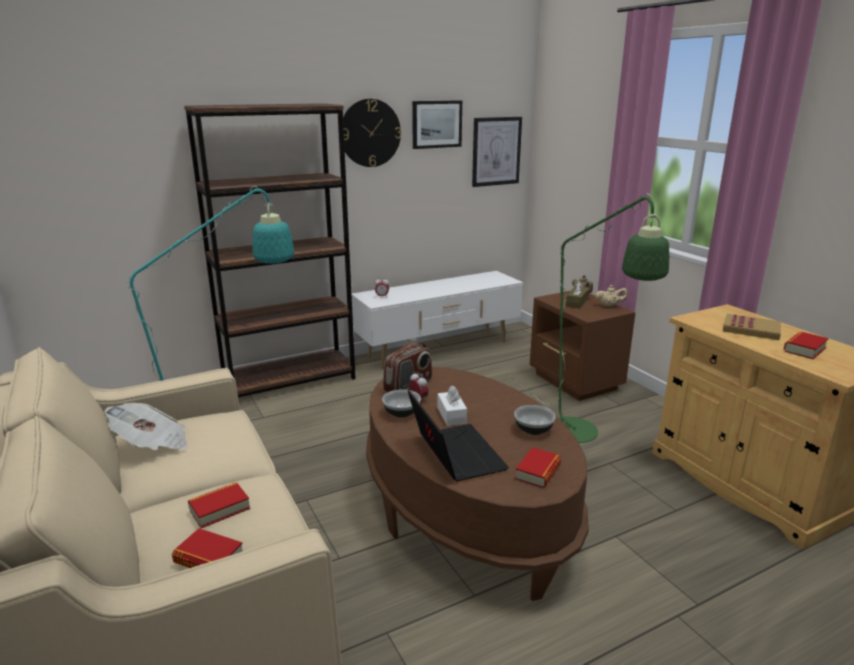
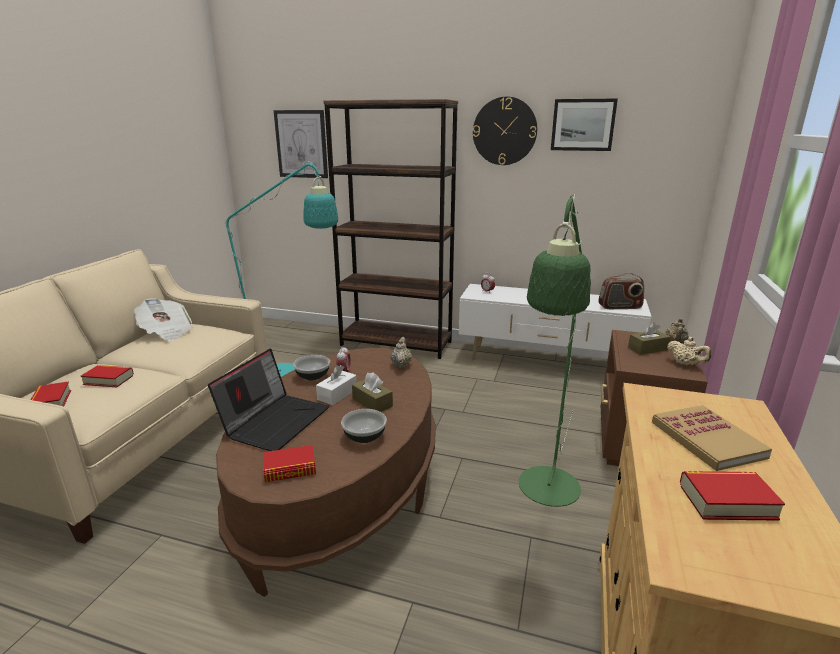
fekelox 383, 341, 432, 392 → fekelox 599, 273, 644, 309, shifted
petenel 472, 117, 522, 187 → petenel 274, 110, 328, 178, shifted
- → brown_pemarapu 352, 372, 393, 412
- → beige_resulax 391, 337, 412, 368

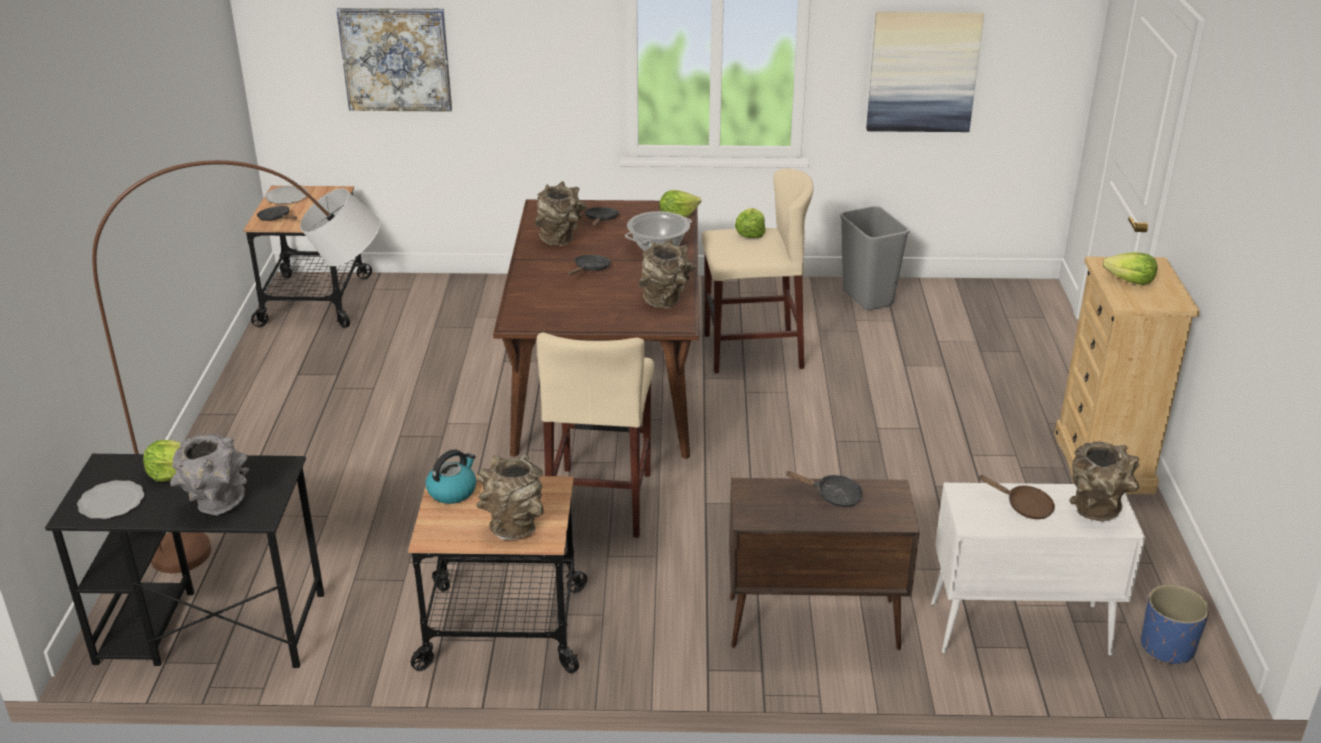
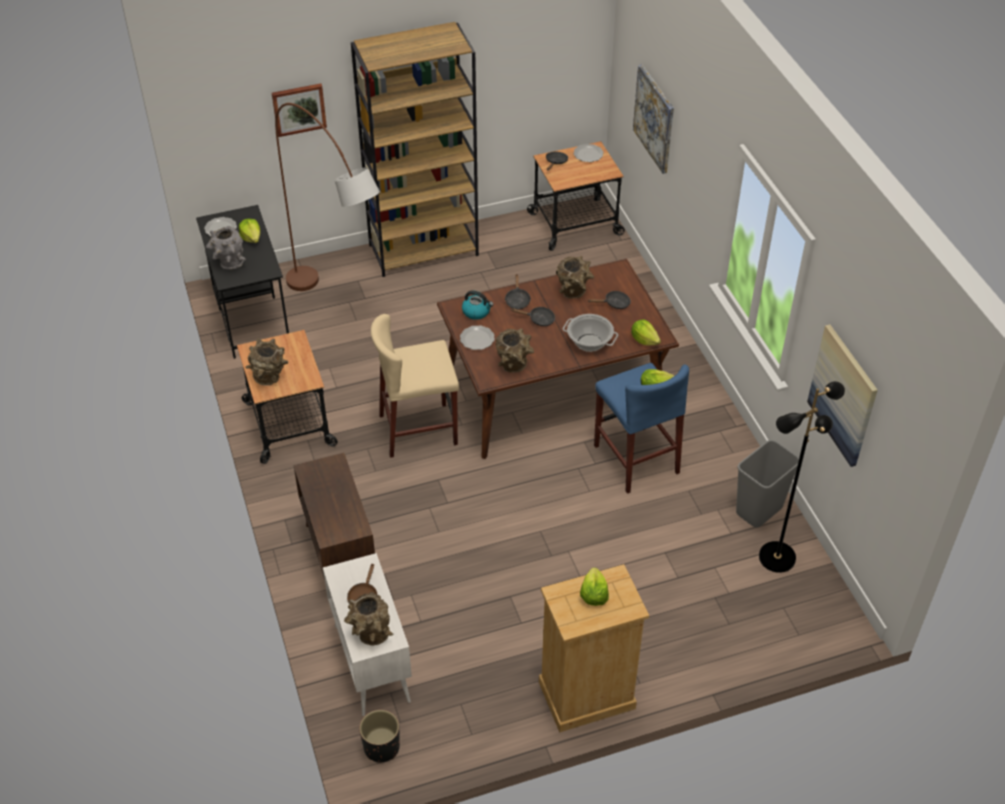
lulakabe 426, 449, 476, 504 → lulakabe 462, 290, 494, 320, shifted
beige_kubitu 702, 168, 814, 373 → blue_kubitu 594, 363, 689, 494
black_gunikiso 785, 471, 863, 507 → black_gunikiso 505, 274, 531, 309, shifted
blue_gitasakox 1141, 584, 1210, 664 → black_gitasakox 359, 710, 400, 762
- → petenel 272, 83, 327, 137
- → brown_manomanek 351, 22, 479, 277
- → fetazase 460, 325, 495, 350
- → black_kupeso 759, 381, 845, 573

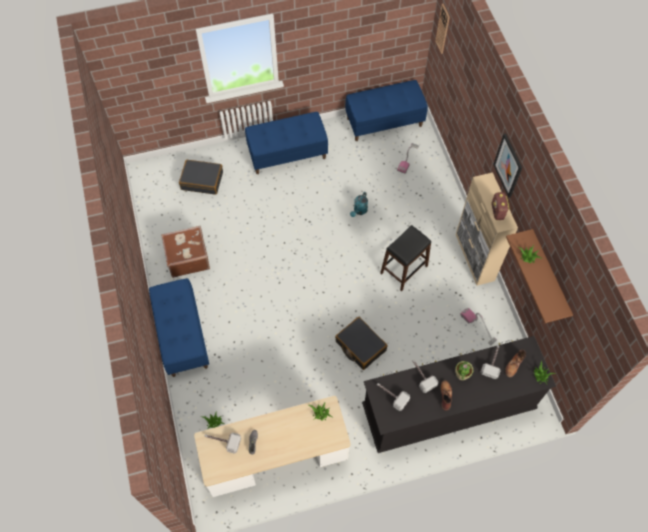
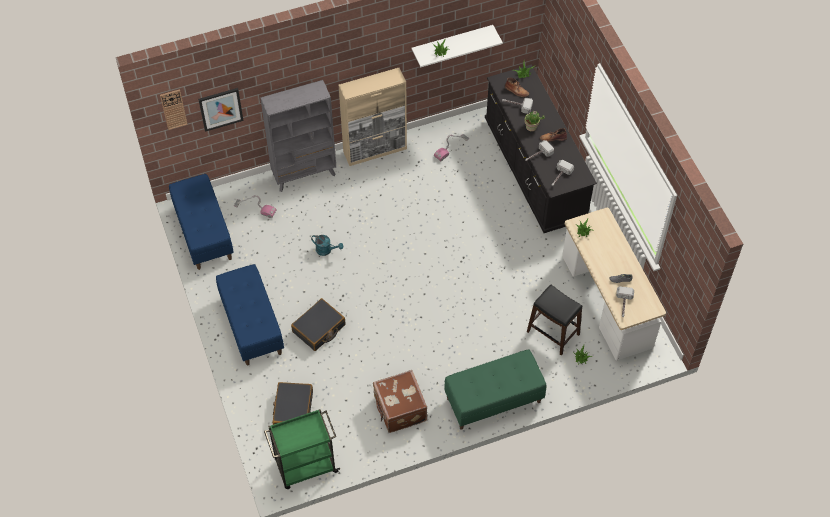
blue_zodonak 149, 278, 209, 377 → green_zodonak 444, 349, 547, 430
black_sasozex 335, 317, 387, 370 → black_sasozex 291, 298, 345, 351, shifted
black_kubitu 380, 225, 431, 291 → black_kubitu 527, 285, 582, 356, shifted
fekelox 491, 192, 510, 220 → -
petenel 493, 133, 522, 198 → petenel 198, 88, 244, 132, shifted
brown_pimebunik 506, 229, 573, 323 → white_pimebunik 412, 25, 503, 67
- → grey_manomanek 260, 80, 336, 192
- → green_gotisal 264, 409, 340, 489

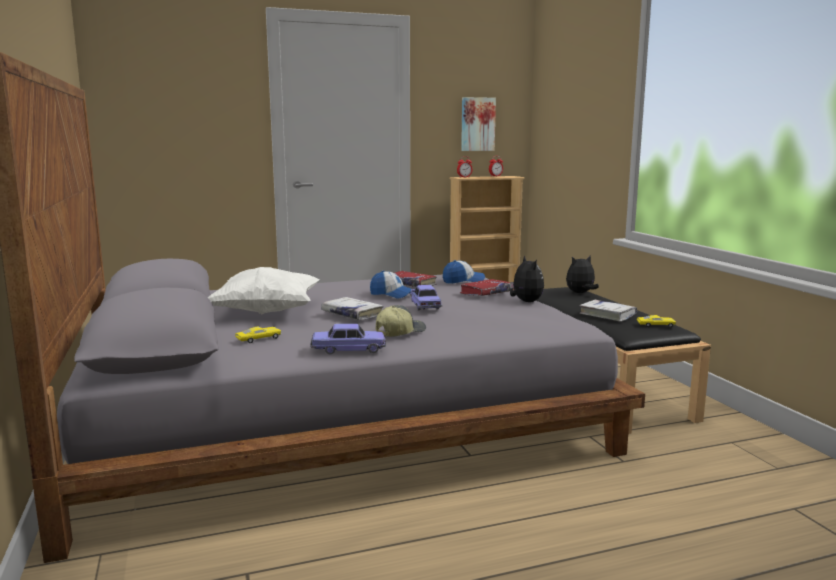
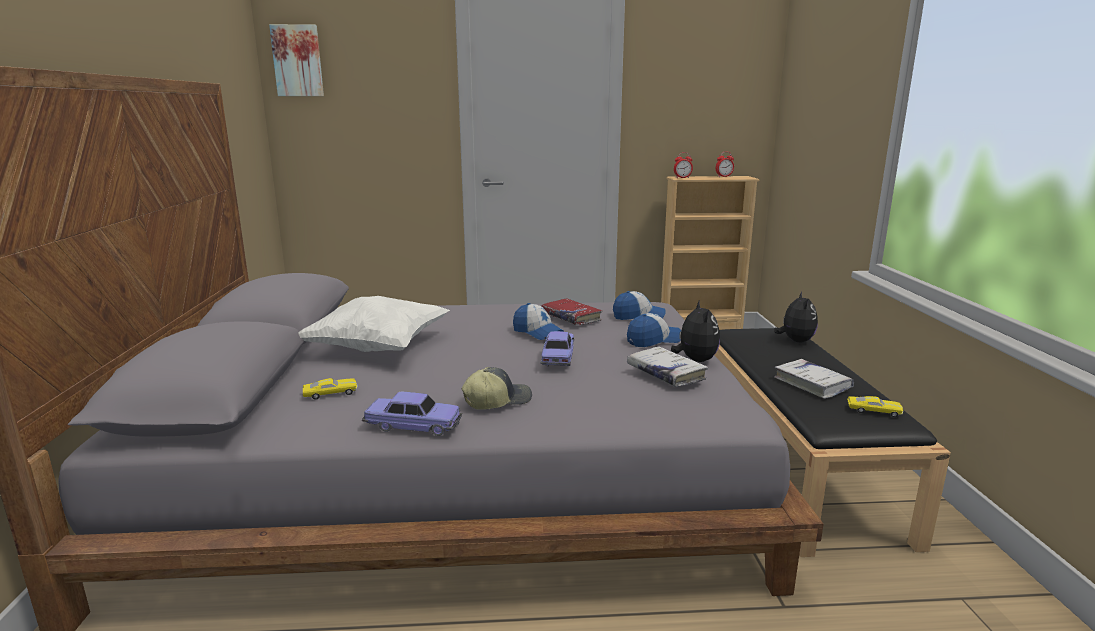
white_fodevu 321, 297, 384, 320 → white_fodevu 627, 346, 708, 387, shifted
red_fodevu 460, 279, 514, 296 → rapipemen 627, 313, 681, 347
petenel 461, 97, 496, 151 → petenel 269, 24, 324, 96, shifted
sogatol 566, 256, 599, 293 → sogatol 774, 292, 818, 342, 105 degrees clockwise

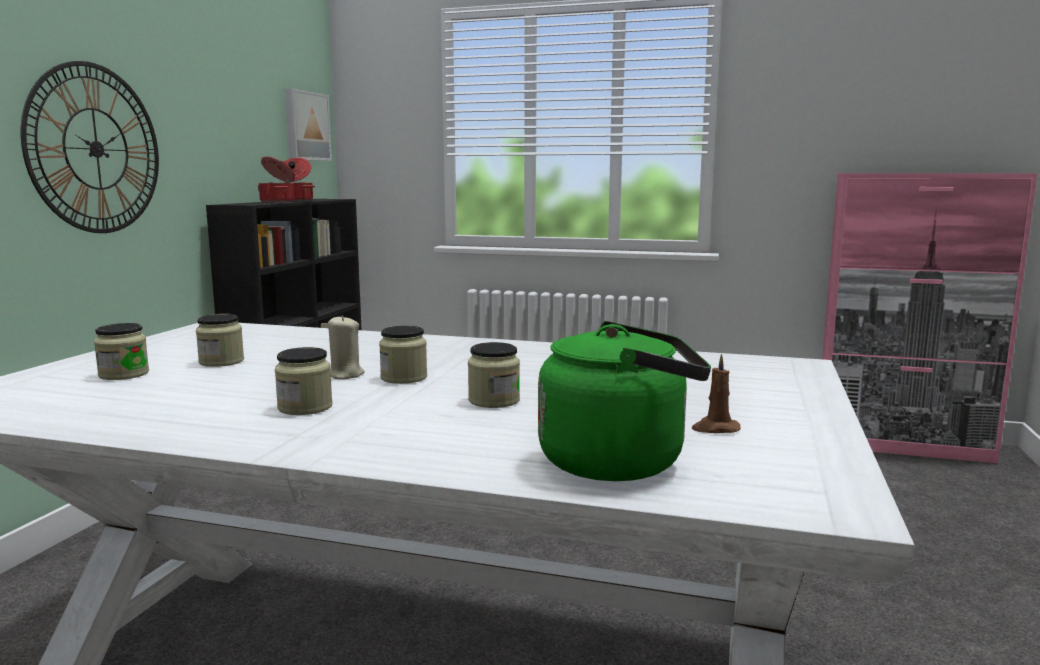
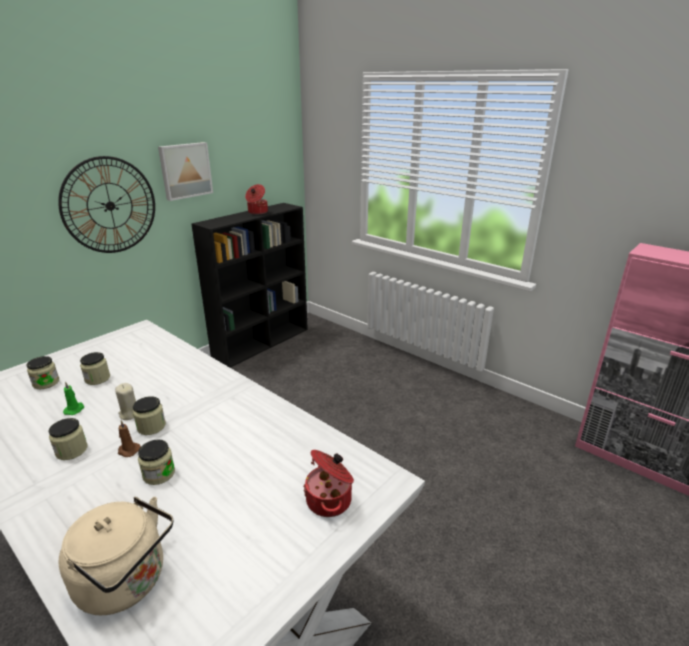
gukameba 258, 156, 295, 203 → gukameba 303, 450, 354, 517, shifted
petenel 285, 88, 332, 161 → petenel 158, 142, 213, 201, shifted
green_lulakabe 538, 321, 711, 481 → beige_lulakabe 59, 497, 173, 615
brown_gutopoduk 692, 354, 740, 433 → brown_gutopoduk 118, 420, 141, 457, shifted
- → green_gutopoduk 63, 381, 85, 415

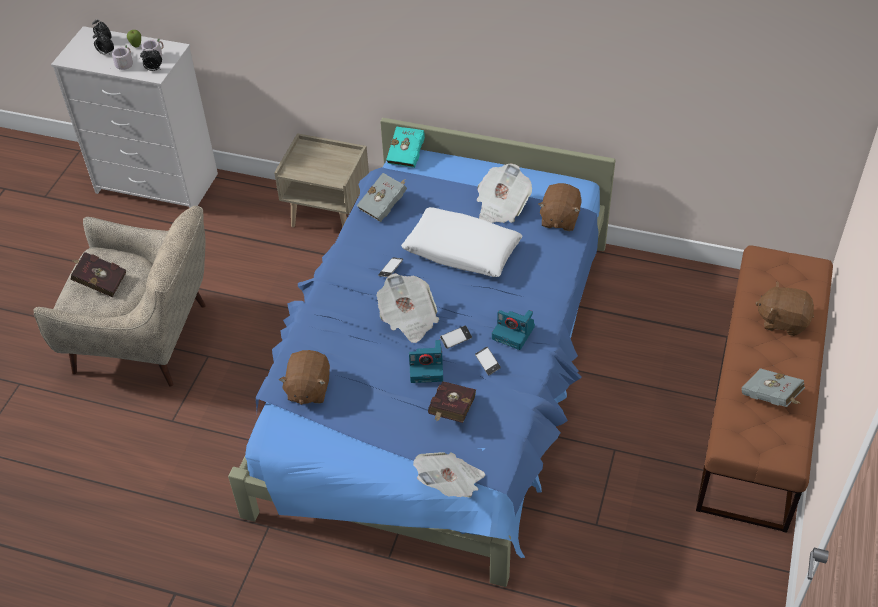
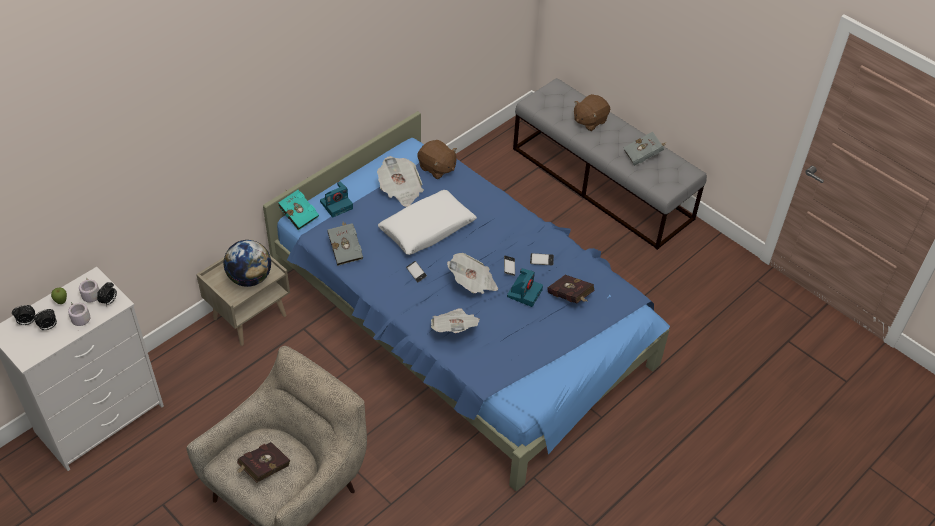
brown_sogatol 279, 350, 330, 405 → -
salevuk 413, 452, 485, 497 → salevuk 431, 308, 480, 333, shifted
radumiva 492, 310, 535, 350 → radumiva 320, 181, 353, 218, shifted
brown_zodonak 696, 245, 833, 533 → grey_zodonak 513, 78, 707, 250
- → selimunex 223, 240, 271, 287

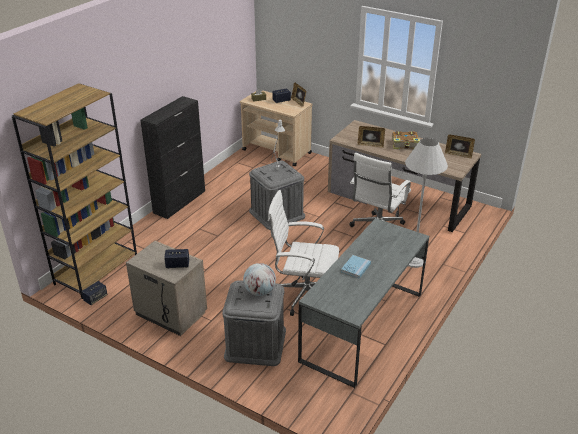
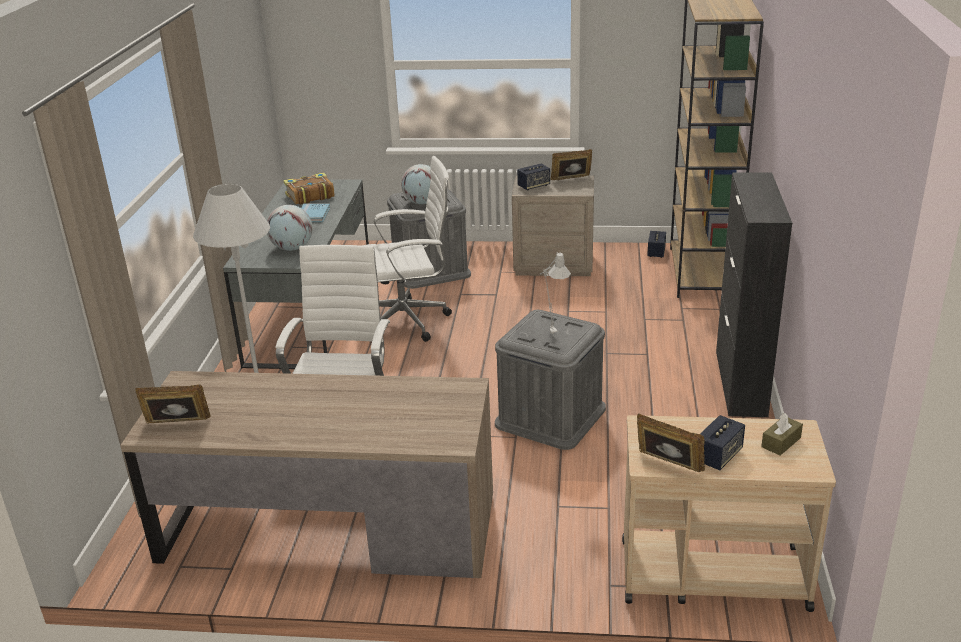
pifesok 358, 126, 385, 148 → pifesok 551, 149, 592, 180, shifted
fodevu 392, 131, 420, 149 → fodevu 283, 172, 335, 205, shifted
- → selimunex 267, 205, 312, 251

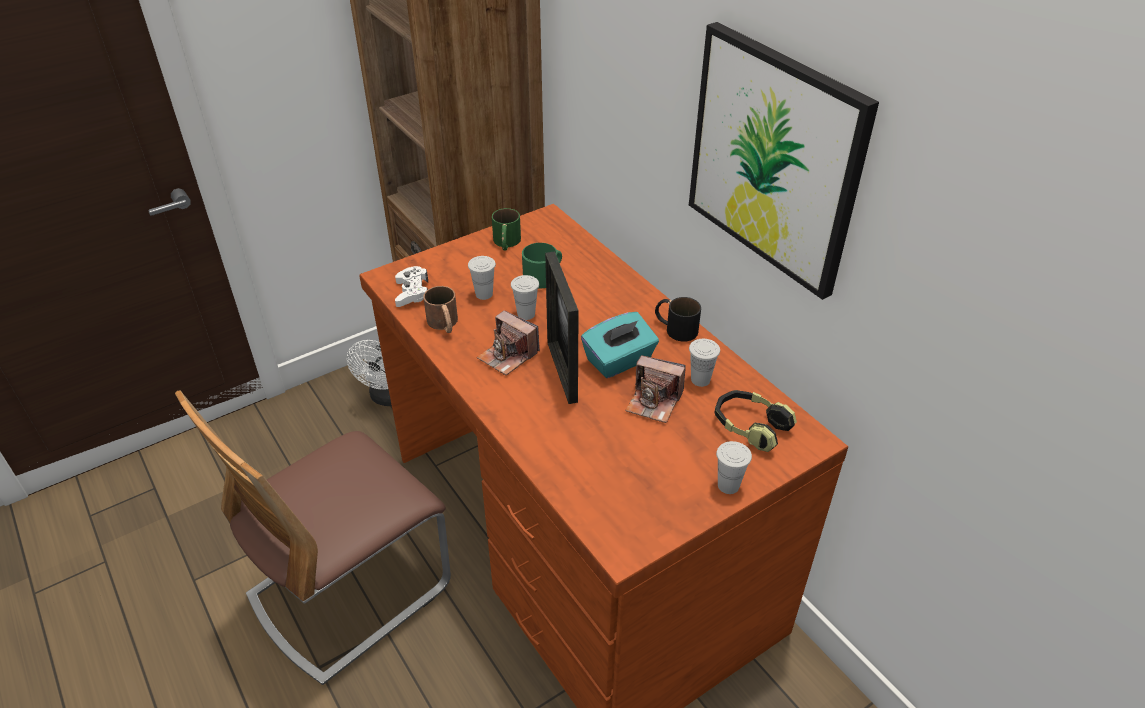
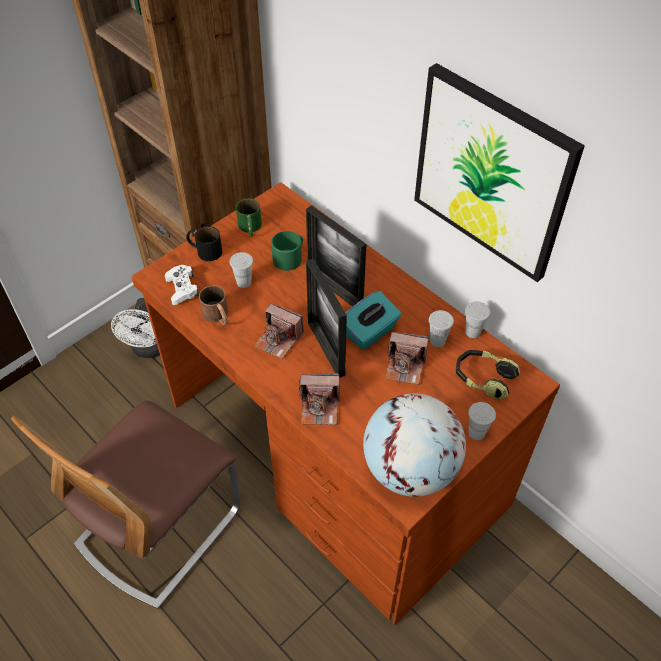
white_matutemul 511, 275, 539, 320 → white_matutemul 465, 302, 490, 338, shifted
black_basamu 655, 297, 701, 342 → black_basamu 186, 226, 222, 261, shifted
- → radumiva 299, 373, 340, 425
- → pifesok 306, 205, 366, 307
- → selimunex 363, 393, 466, 497

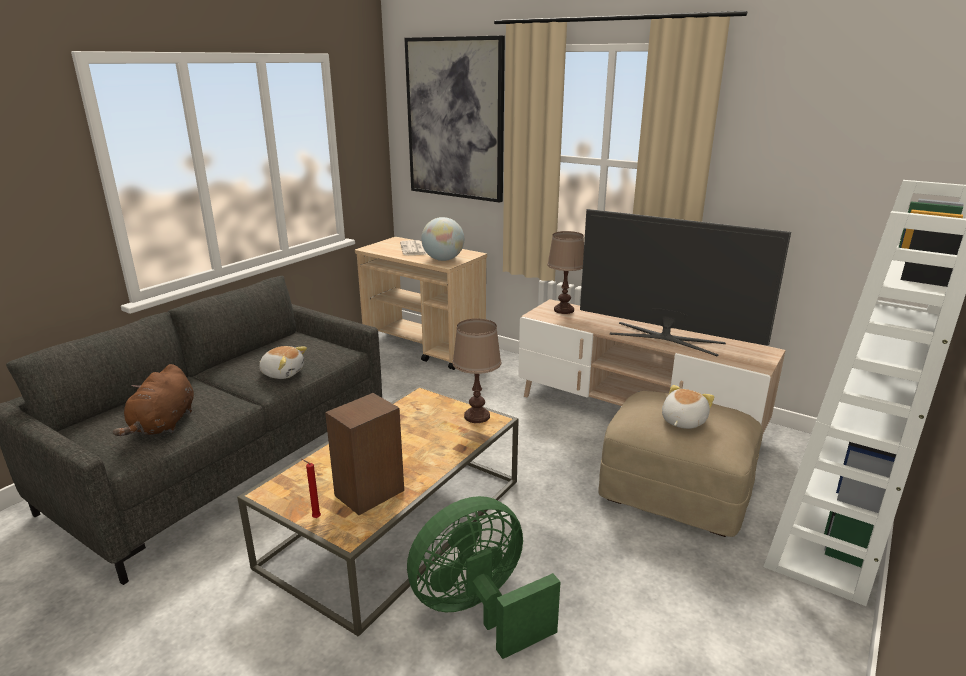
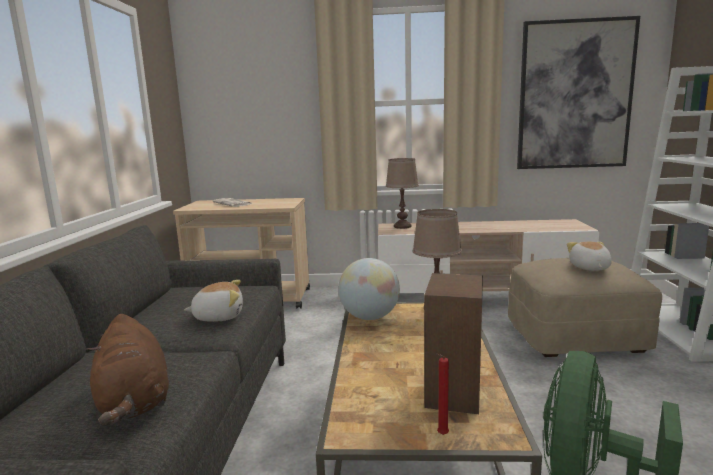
petenel 404, 36, 505, 203 → petenel 517, 16, 640, 169, shifted
selimunex 421, 217, 464, 261 → selimunex 338, 258, 400, 320, shifted
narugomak 580, 209, 791, 356 → -

